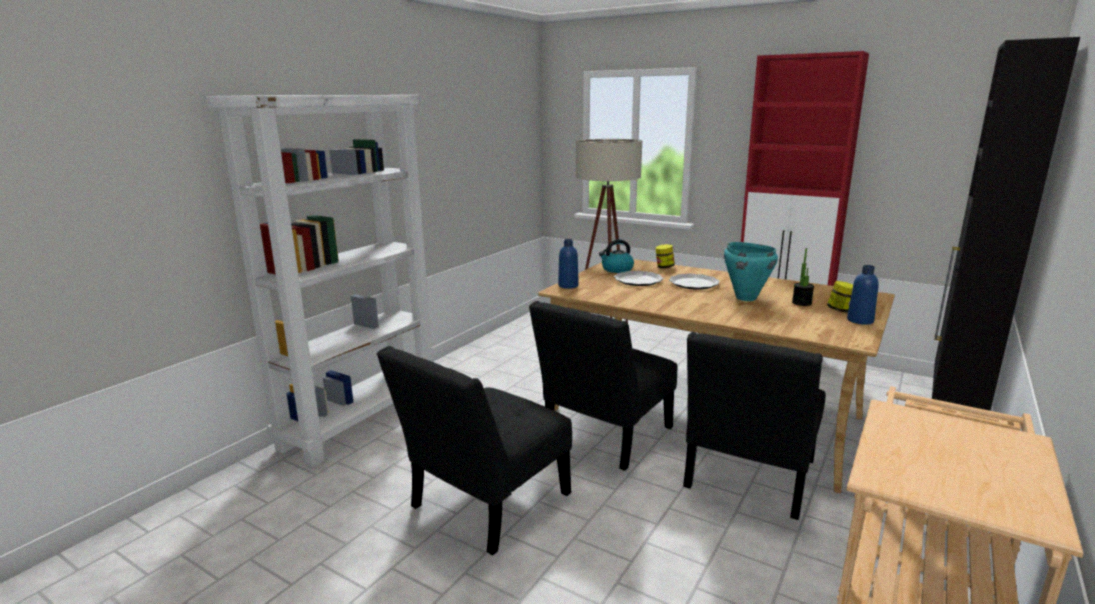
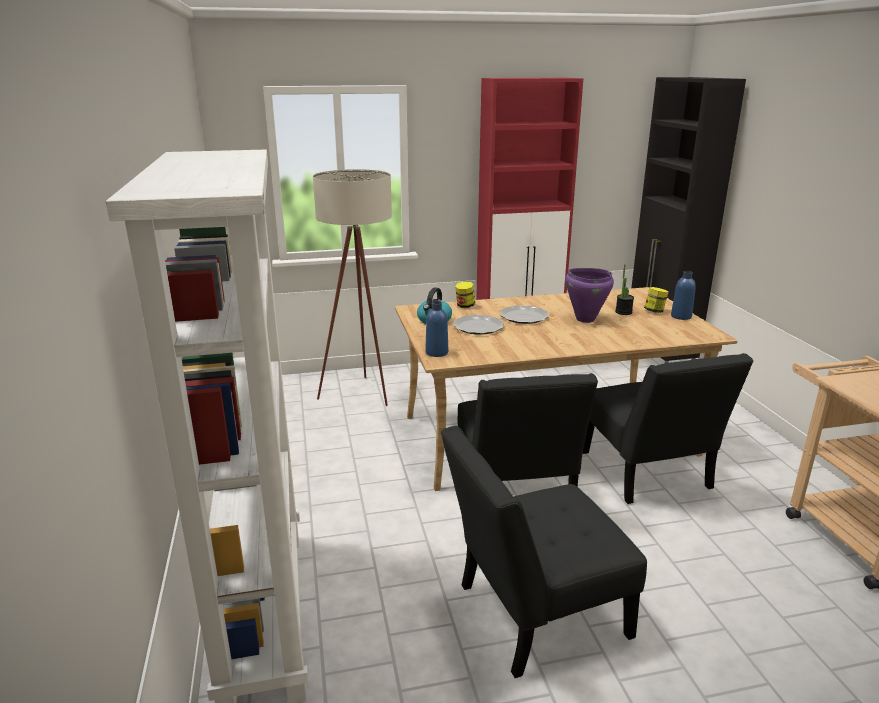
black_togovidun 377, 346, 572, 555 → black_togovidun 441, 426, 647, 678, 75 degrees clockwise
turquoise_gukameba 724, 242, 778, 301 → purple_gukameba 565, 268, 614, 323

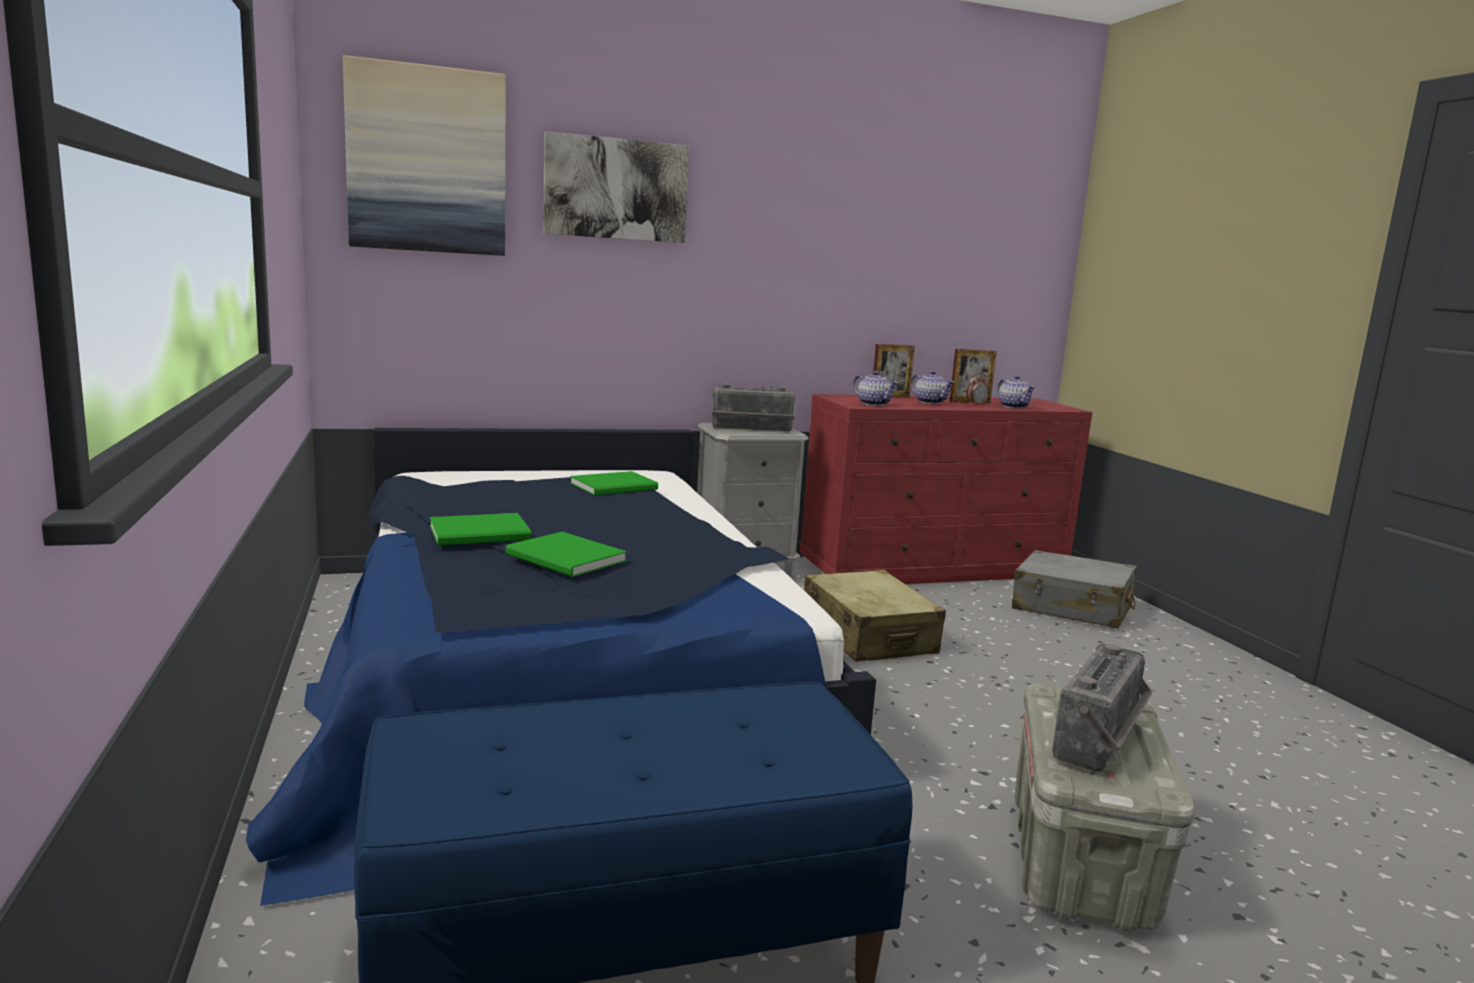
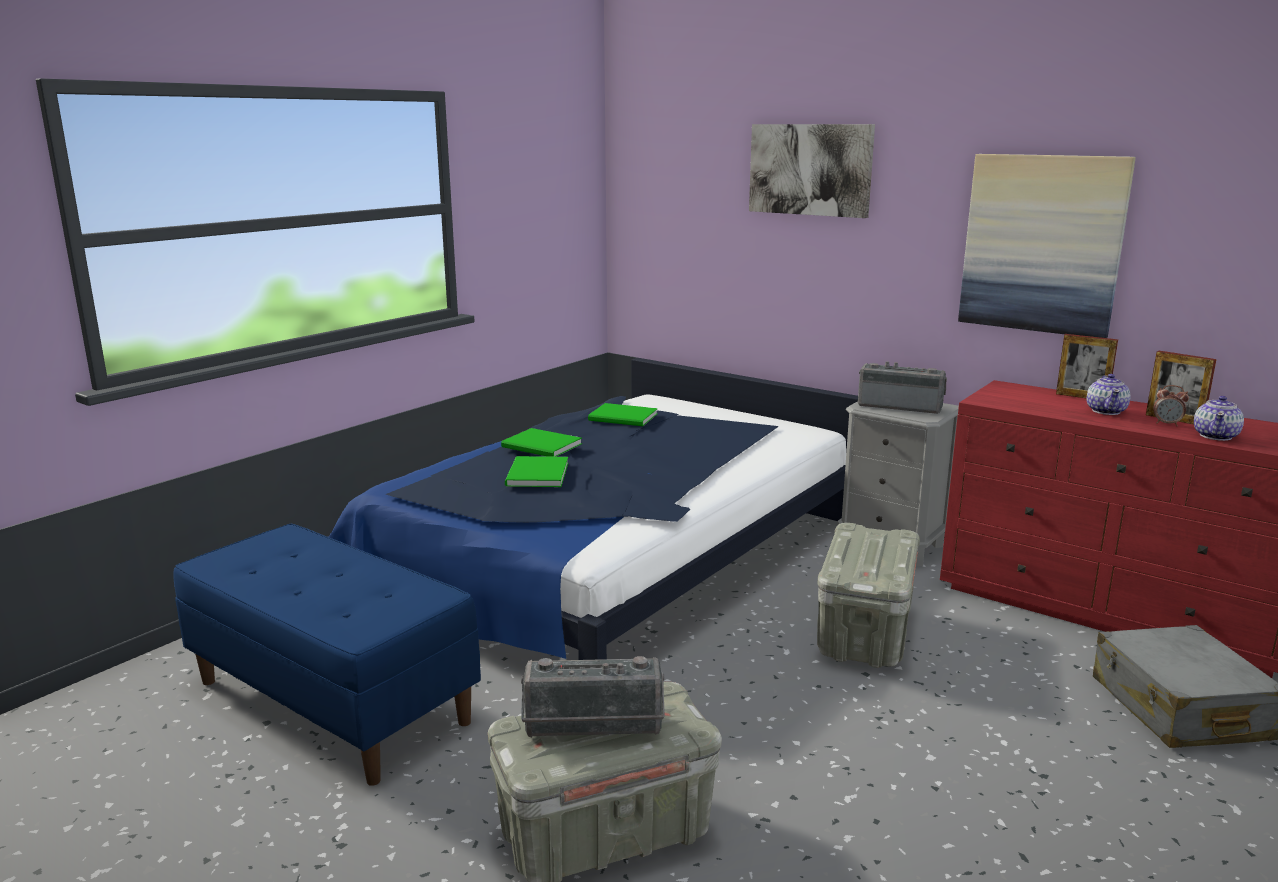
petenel 343, 55, 506, 256 → petenel 958, 154, 1136, 338, shifted
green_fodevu 570, 471, 658, 495 → green_fodevu 588, 403, 658, 426, shifted
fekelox 712, 384, 795, 432 → fekelox 858, 361, 947, 414, 150 degrees clockwise
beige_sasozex 804, 570, 946, 662 → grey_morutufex 817, 523, 920, 668
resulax 853, 371, 898, 406 → -

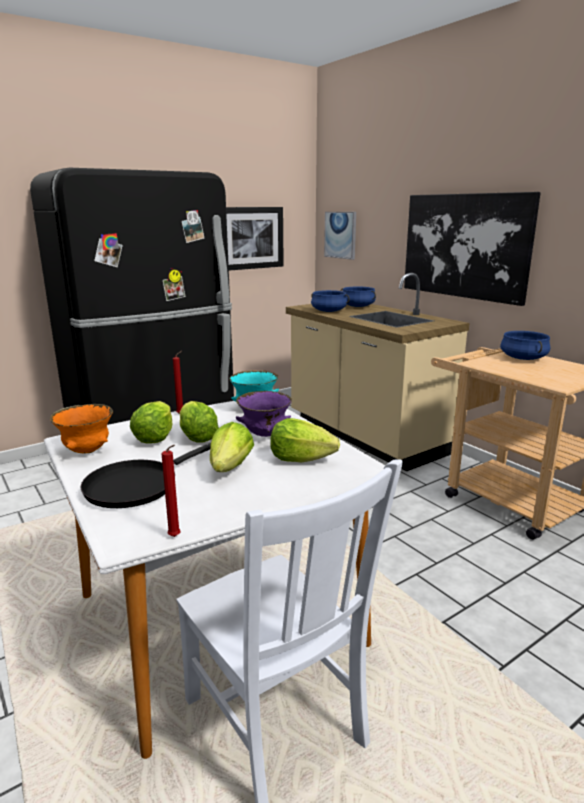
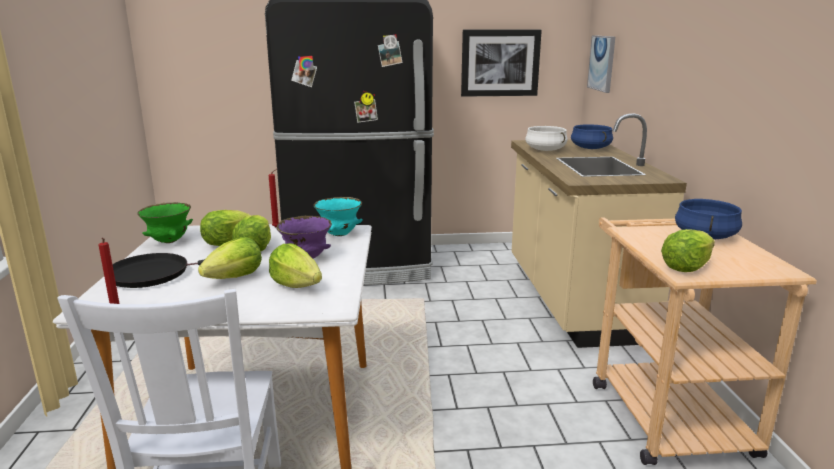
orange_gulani 50, 404, 113, 453 → green_gulani 137, 202, 193, 243
blue_gukameba 311, 290, 350, 312 → white_gukameba 525, 126, 567, 151
petenel 404, 192, 541, 306 → -
- → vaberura 661, 229, 715, 272

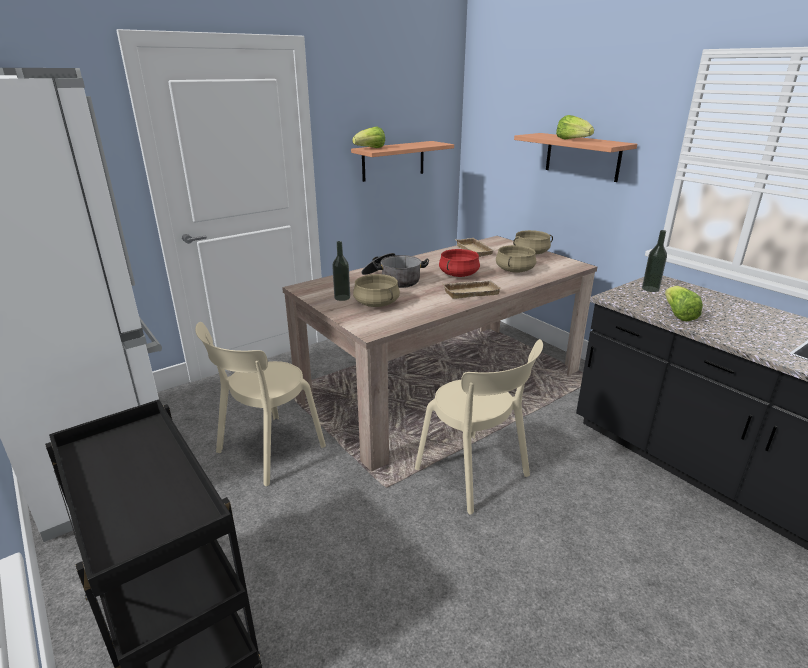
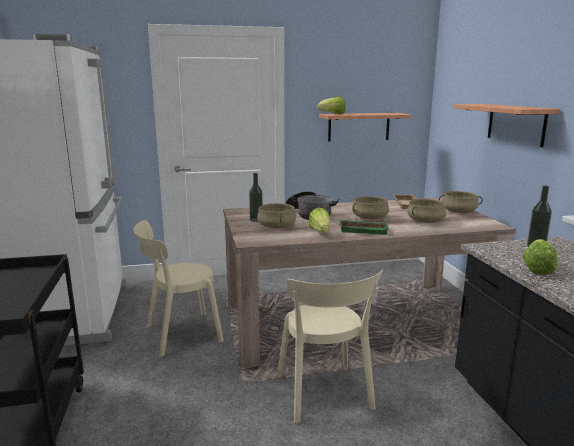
red_gukameba 439, 249, 480, 277 → beige_gukameba 352, 196, 389, 219
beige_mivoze 442, 280, 502, 299 → green_mivoze 339, 220, 389, 235
vaberura 556, 115, 594, 140 → vaberura 308, 207, 330, 232, shifted

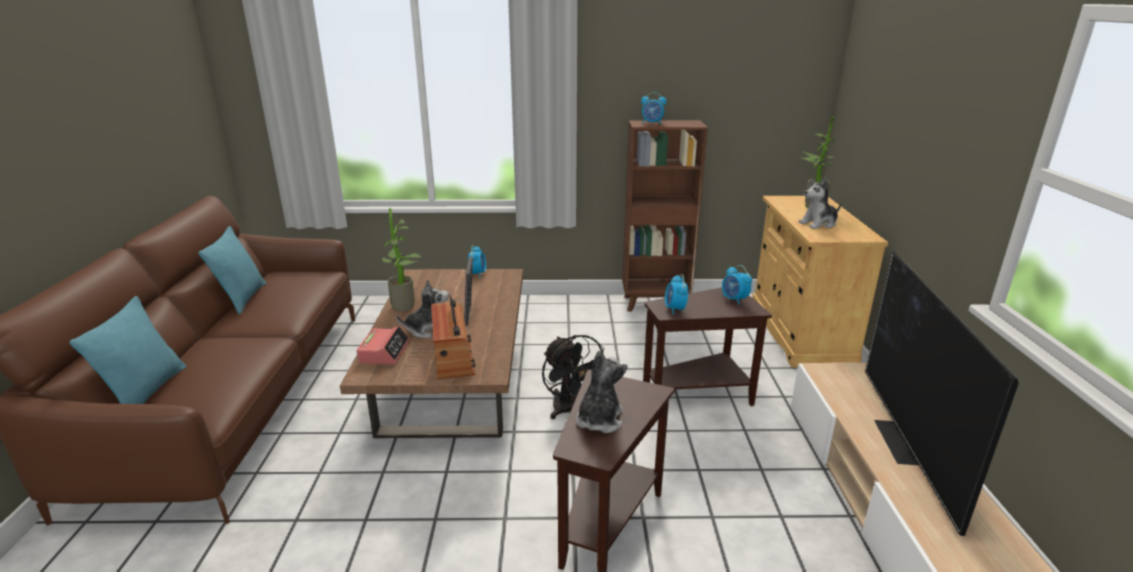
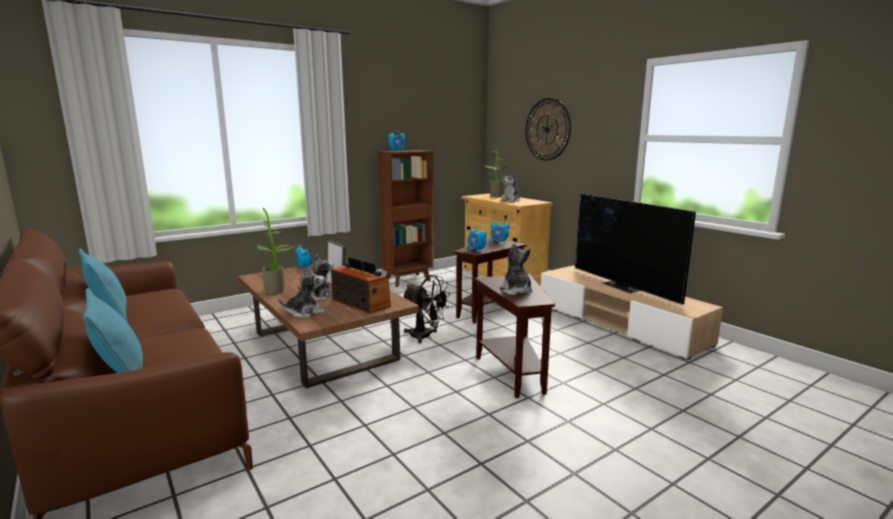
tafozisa 356, 326, 410, 365 → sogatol 279, 266, 325, 318
- → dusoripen 526, 98, 571, 161

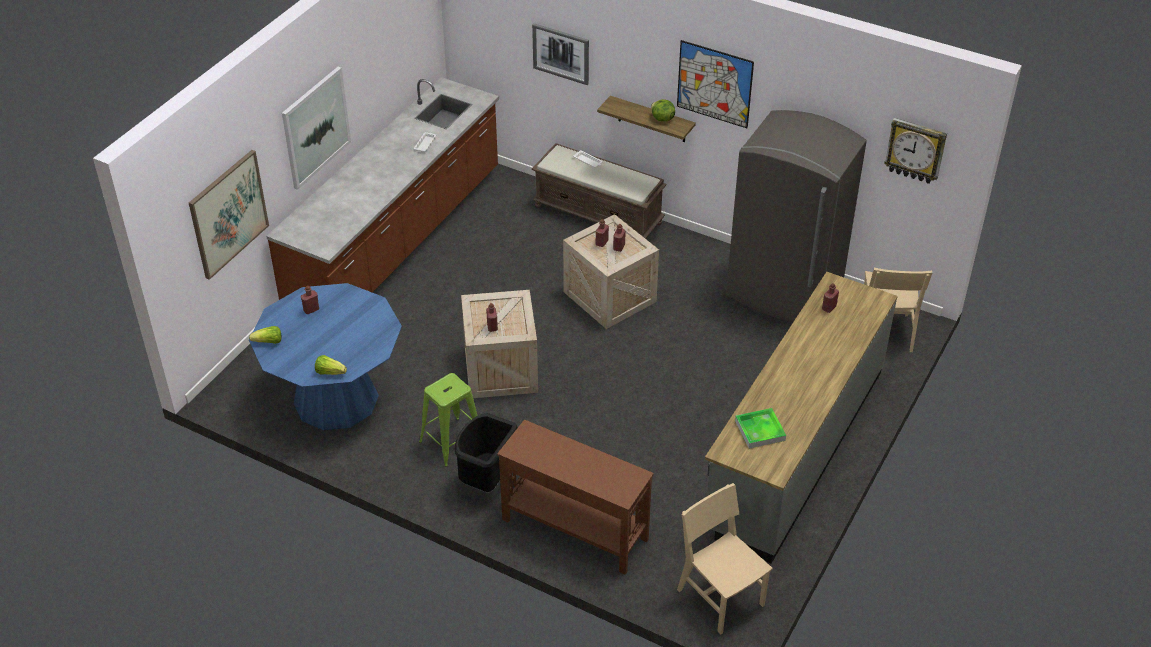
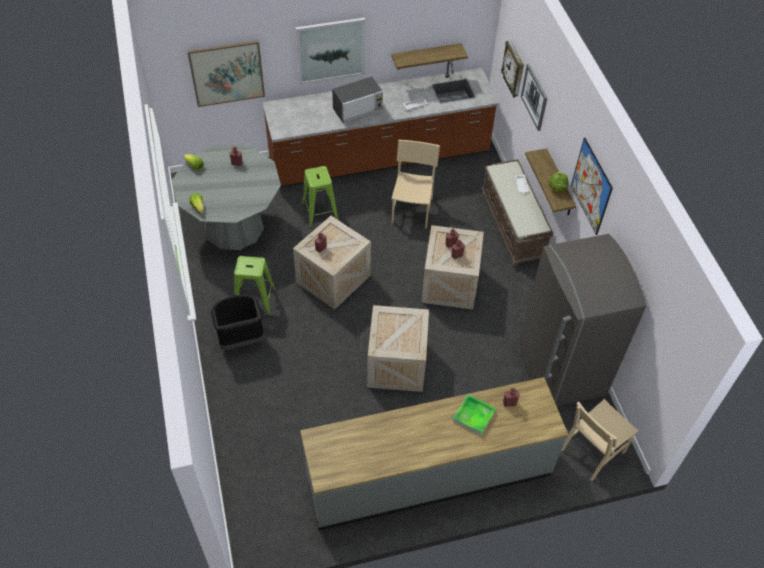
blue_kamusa 249, 283, 402, 430 → grey_kamusa 172, 145, 281, 250
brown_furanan 497, 419, 654, 575 → -
beige_togovidun 677, 483, 773, 634 → beige_togovidun 391, 140, 440, 229, shifted
mivoze 735, 408, 786, 449 → mivoze 453, 394, 496, 436, shifted
dusoripen 884, 118, 947, 184 → dusoripen 501, 40, 524, 97, shifted
- → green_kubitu 302, 166, 338, 228
- → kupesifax 332, 77, 383, 124
- → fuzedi 367, 305, 429, 392
- → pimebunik 391, 43, 468, 69

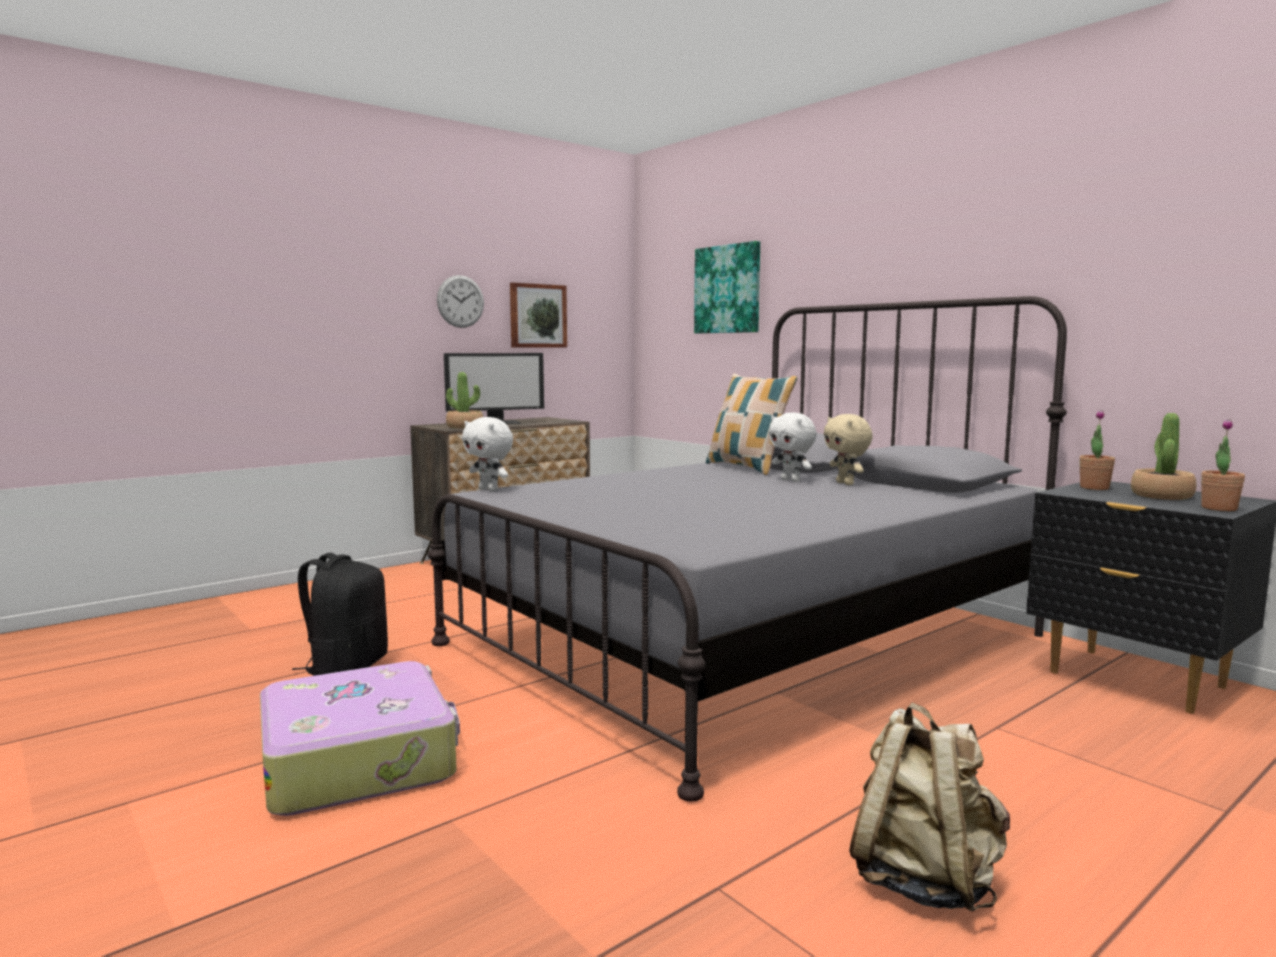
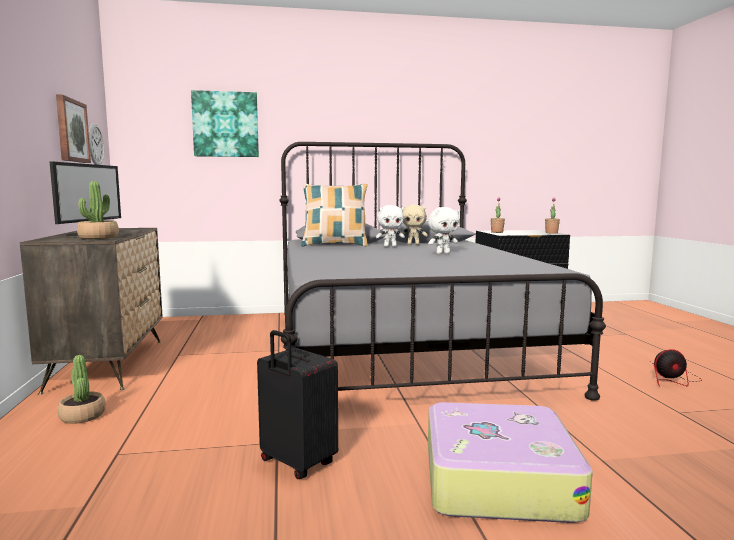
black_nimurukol 292, 553, 388, 676 → black_sasozex 257, 330, 338, 479
dusoripen 437, 275, 484, 328 → dusoripen 89, 124, 104, 165, shifted
white_sogatol 462, 417, 513, 491 → white_sogatol 428, 207, 460, 254, shifted
beige_nimurukol 849, 703, 1010, 912 → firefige 651, 349, 702, 386
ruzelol 1131, 413, 1196, 500 → ruzelol 57, 355, 106, 424, shifted

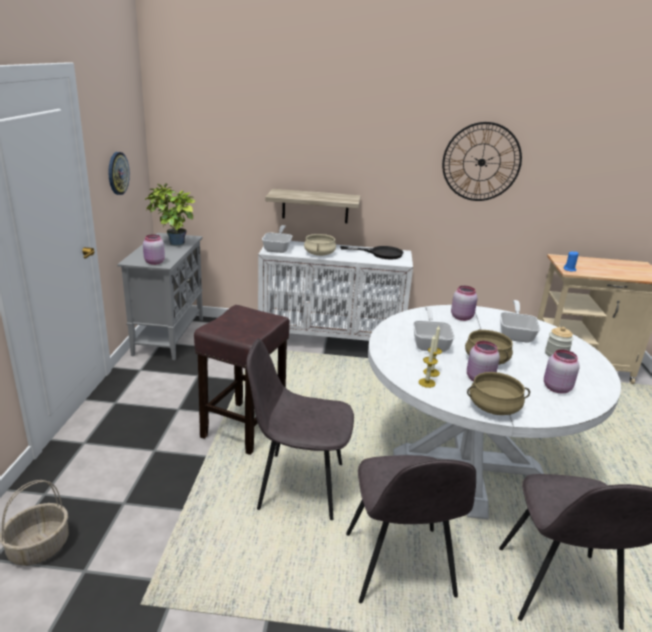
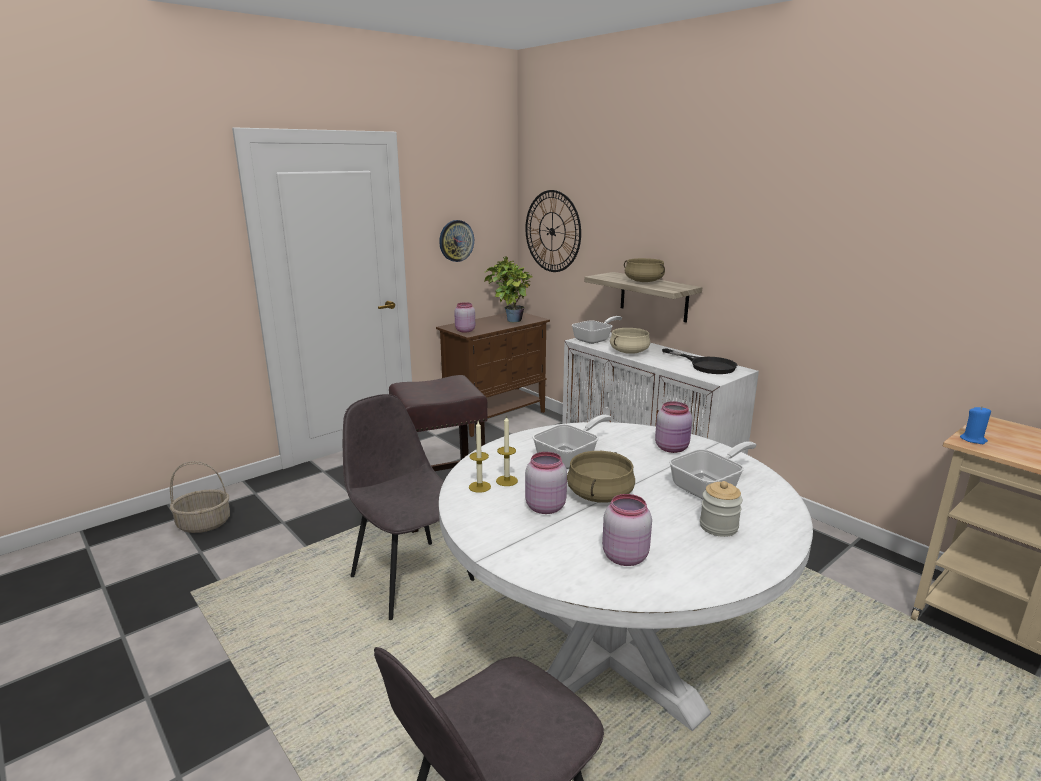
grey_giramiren 117, 233, 203, 360 → brown_giramiren 436, 313, 550, 437
grey_togovidun 346, 455, 476, 603 → -
dusoripen 442, 122, 522, 201 → dusoripen 525, 190, 581, 272, shifted
beige_gukameba 467, 372, 530, 415 → beige_gukameba 624, 258, 665, 282, shifted

